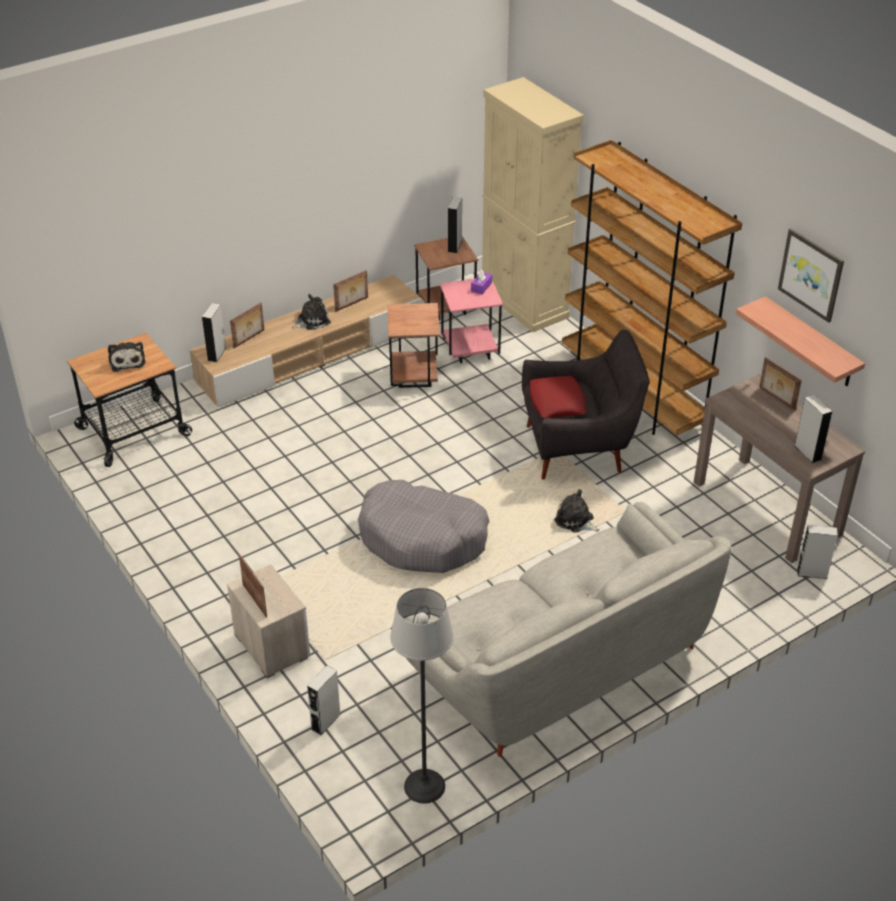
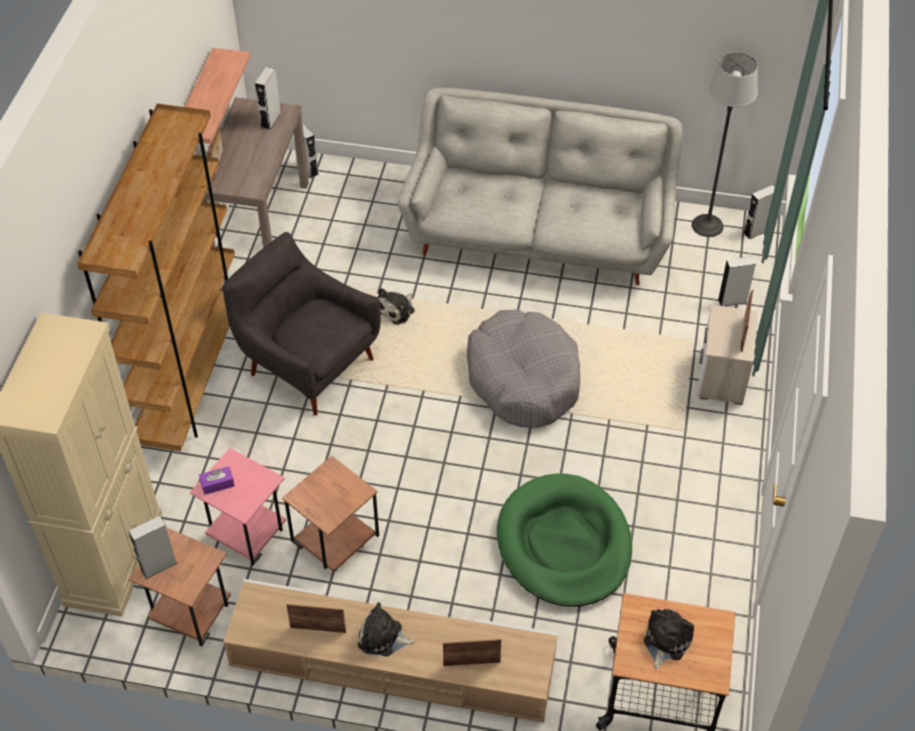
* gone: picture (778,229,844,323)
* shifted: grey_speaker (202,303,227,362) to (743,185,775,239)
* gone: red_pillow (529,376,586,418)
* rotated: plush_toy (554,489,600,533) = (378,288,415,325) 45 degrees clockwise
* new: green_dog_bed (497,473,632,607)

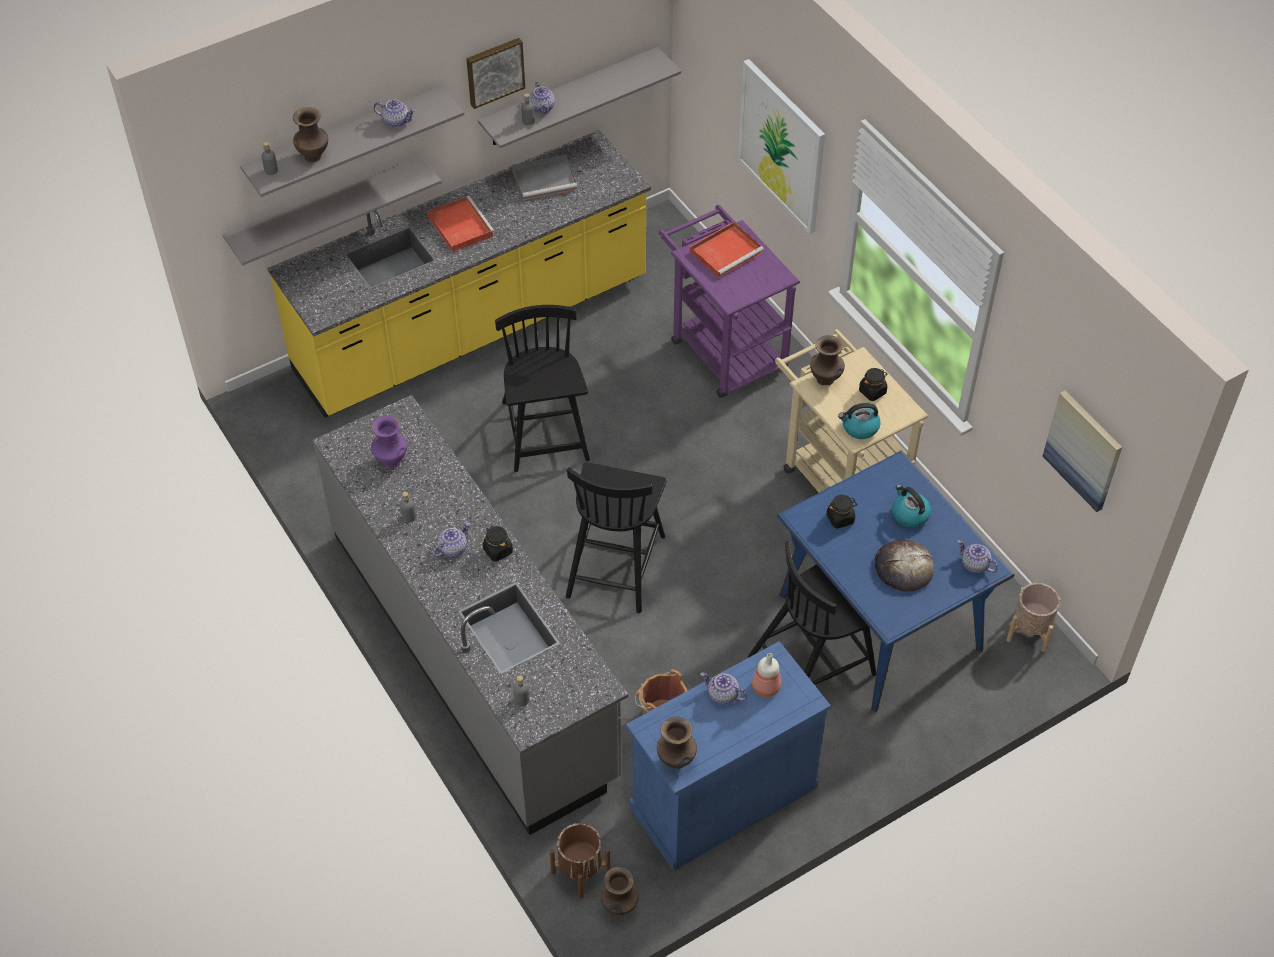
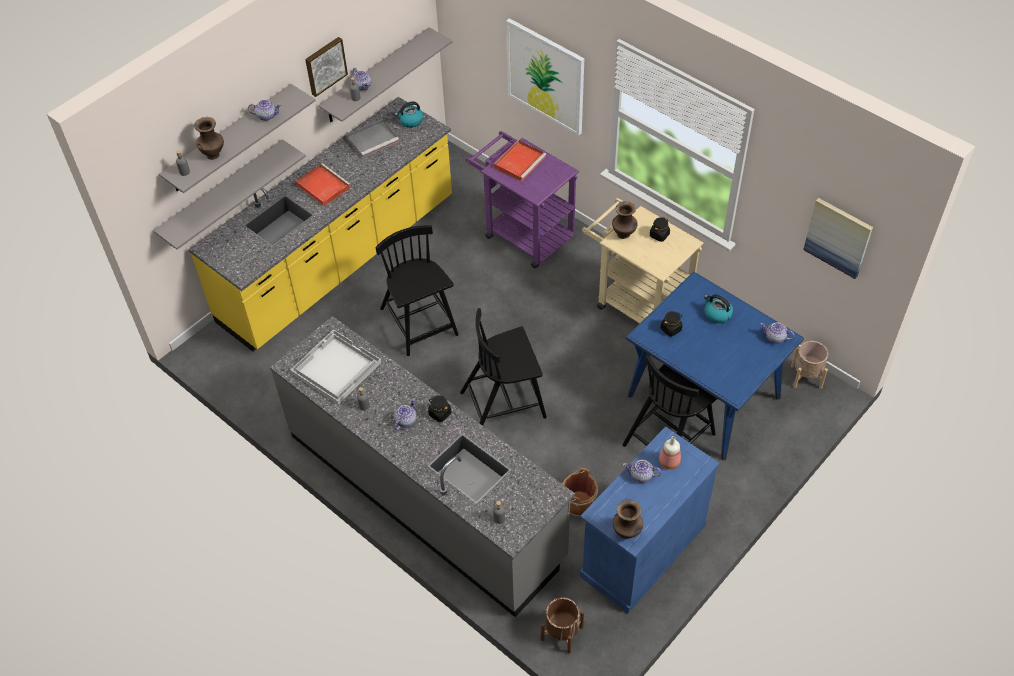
* shifted: kettle (838,403,880,439) to (395,101,423,128)
* swapped: purple_vase (371,415,407,468) to white_tray (290,329,381,405)
* rotated: black_chair (566,462,667,613) = (460,308,547,426) 75 degrees clockwise
* gone: bread (875,540,934,592)
* gone: brown_vase (601,867,639,915)

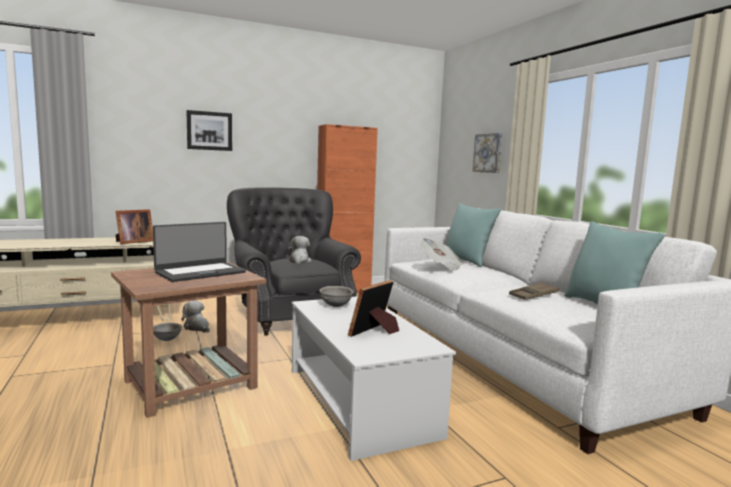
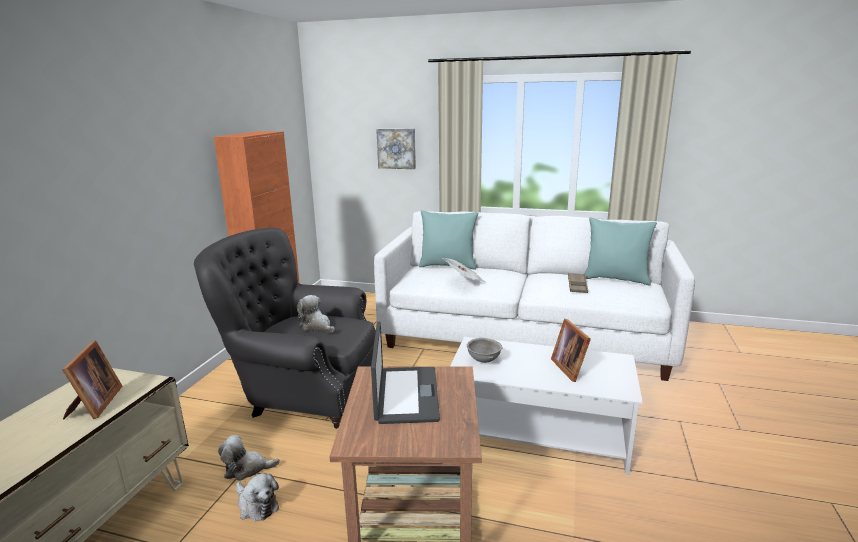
* gone: picture (186,110,232,151)
* swapped: grey_bowl (153,322,182,341) to plush_toy (236,473,279,521)

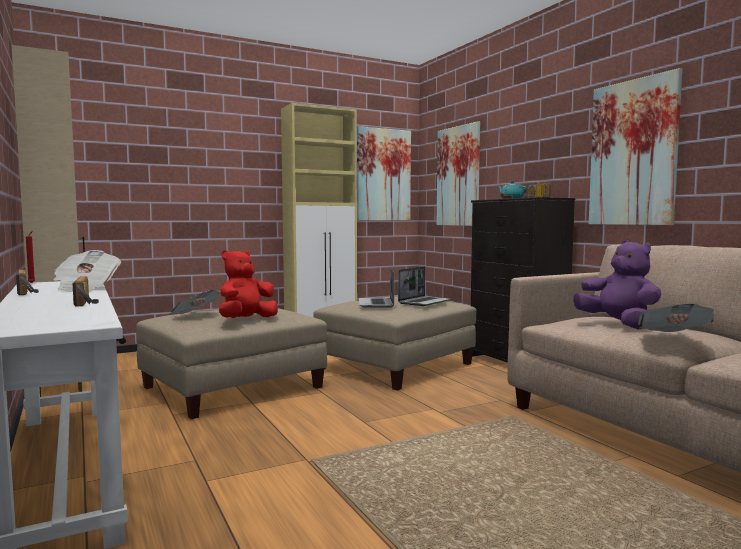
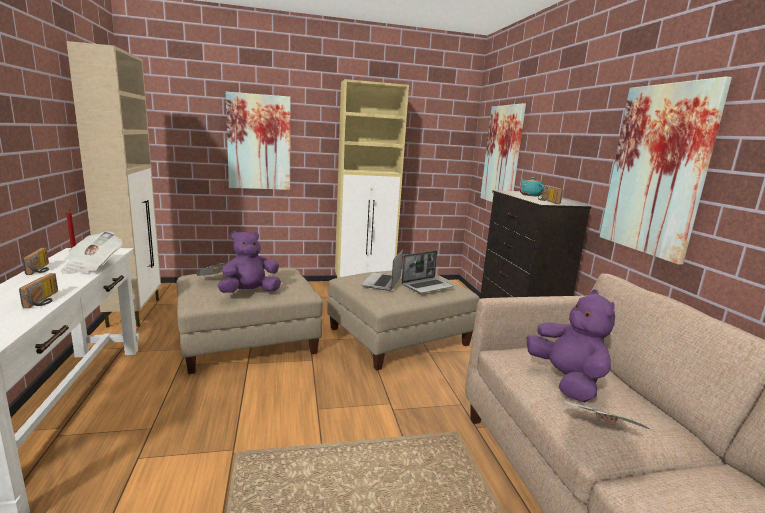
* shifted: picture (357,126,411,221) to (226,92,291,190)
* repainted: red_plush_toy (219,250,278,318) to purple_plush_toy (218,231,281,293)

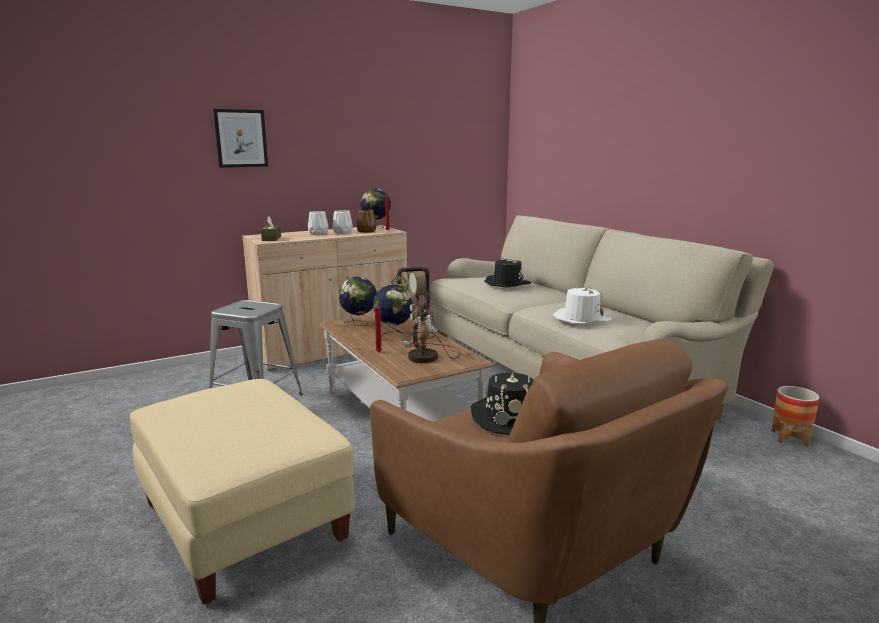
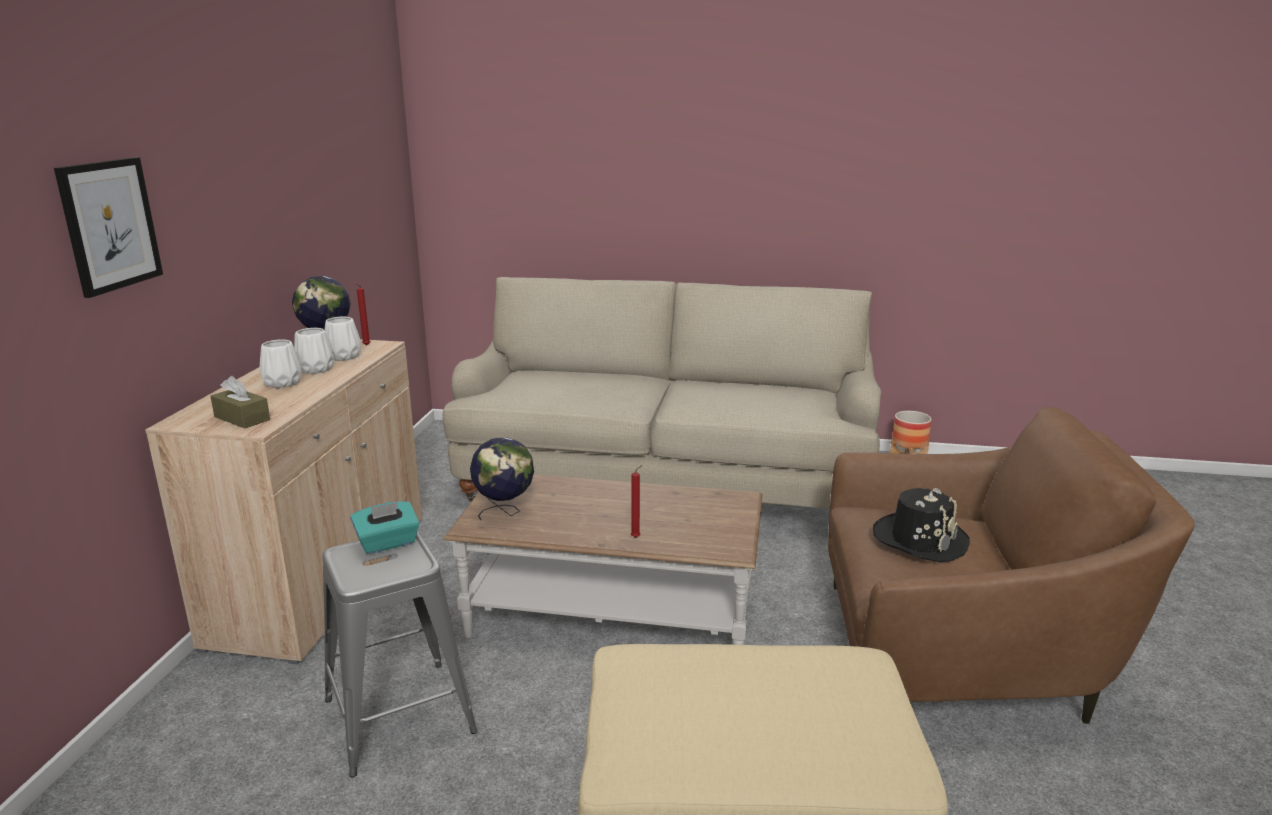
* repainted: brown_vase (356,209,376,233) to white_vase (324,317,361,361)
* gone: black_hat (484,257,531,288)
* gone: table_lamp (389,267,460,363)
* gone: globe (373,284,414,340)
* gone: white_hat (552,285,612,324)
* new: turquoise_tissue_box (350,501,420,554)

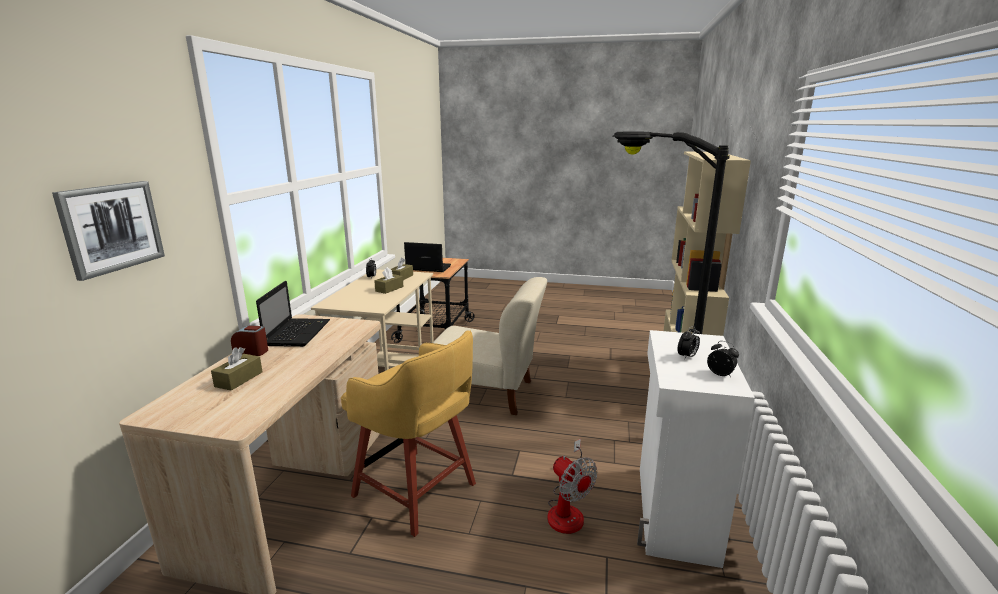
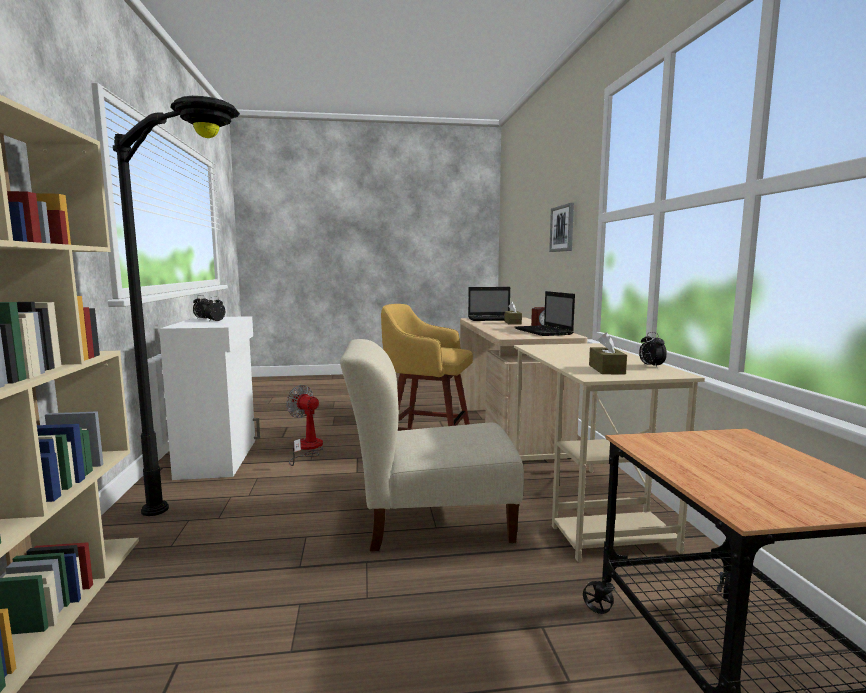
* shifted: laptop (404,242,451,272) to (468,287,510,321)
* gone: brown_tissue_box (374,267,403,294)

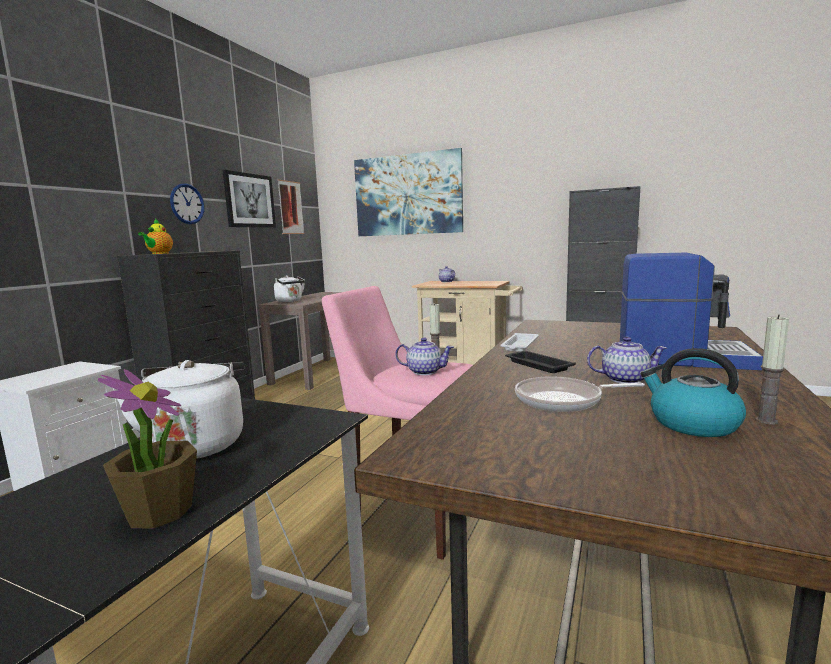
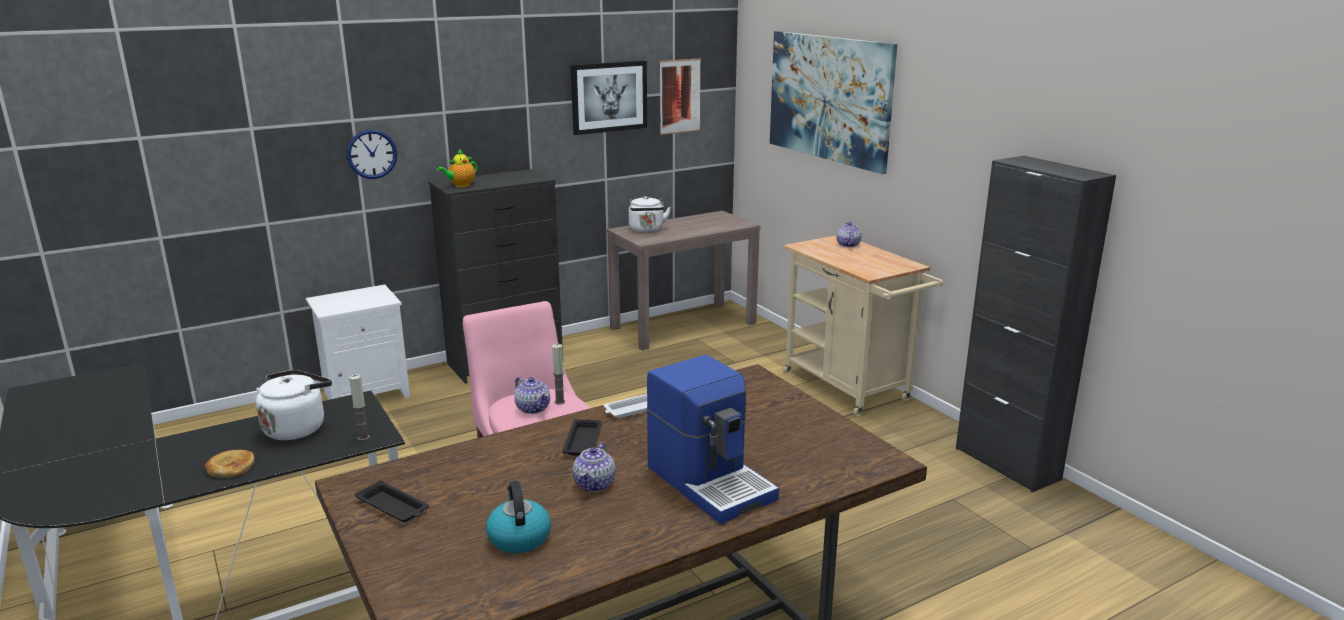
* shifted: wall_clock (170,183,204,224) to (347,129,397,179)
* shifted: candle (755,315,789,424) to (349,375,370,441)
* rotated: teapot (587,337,667,384) = (573,442,616,492) 60 degrees clockwise
* swapped: potted_plant (98,369,197,528) to bread (205,450,254,478)
* gone: frying_pan (515,376,645,412)
* new: black_tray (355,480,429,522)

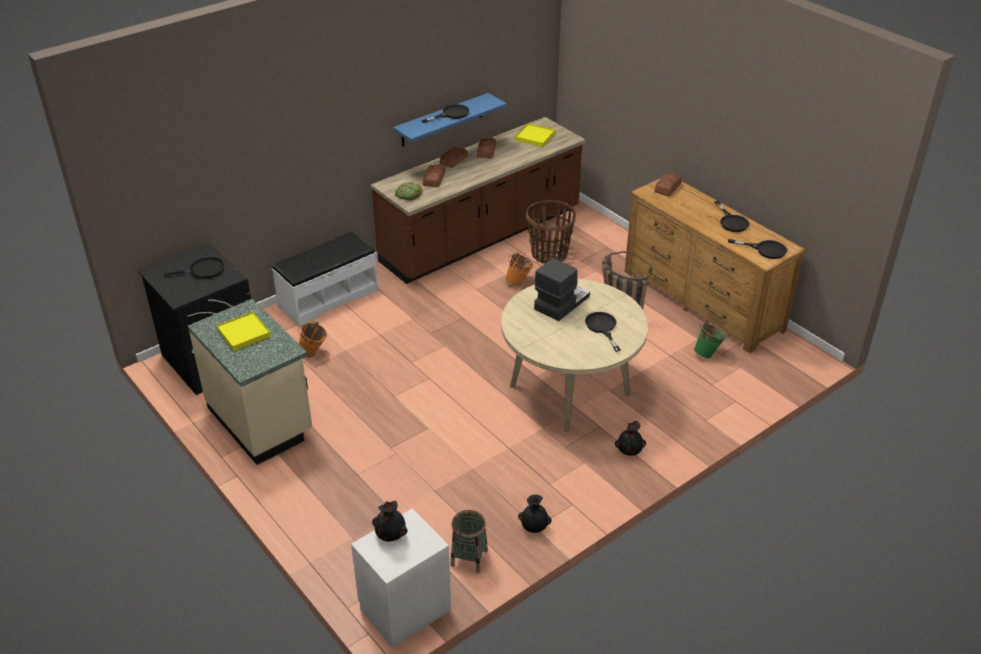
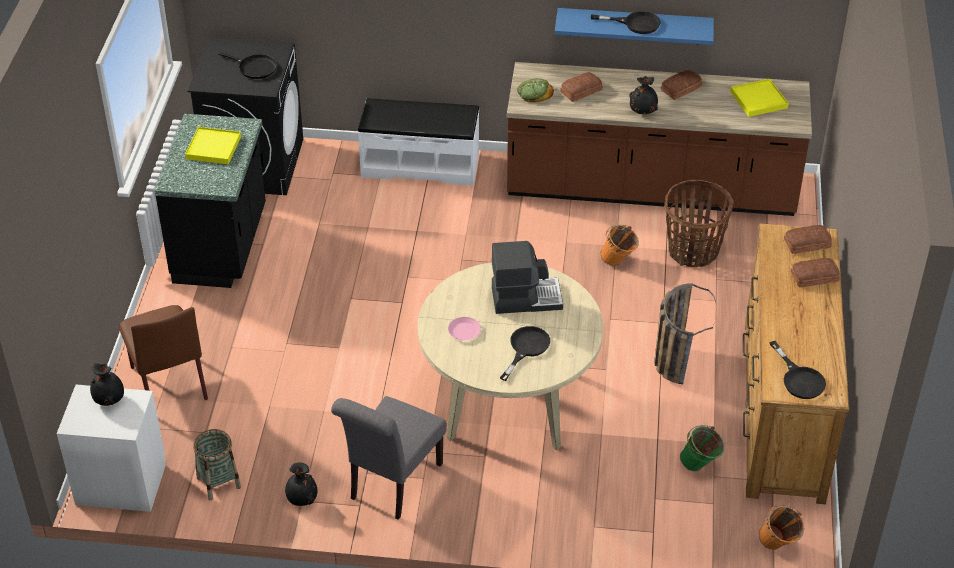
* shifted: bread (440,146,468,168) to (791,258,840,287)
* gone: black_frying_pan (714,201,749,232)
* repainted: beige_counter (188,299,312,465) to black_counter (154,114,266,288)
* shifted: orange_bucket (298,322,327,357) to (758,505,804,550)
* shifted: black_vase (615,421,646,456) to (629,76,658,114)
* new: brown_chair (119,305,208,400)
* new: pink_plate (448,317,481,340)
* new: grey_chair (331,396,447,520)

